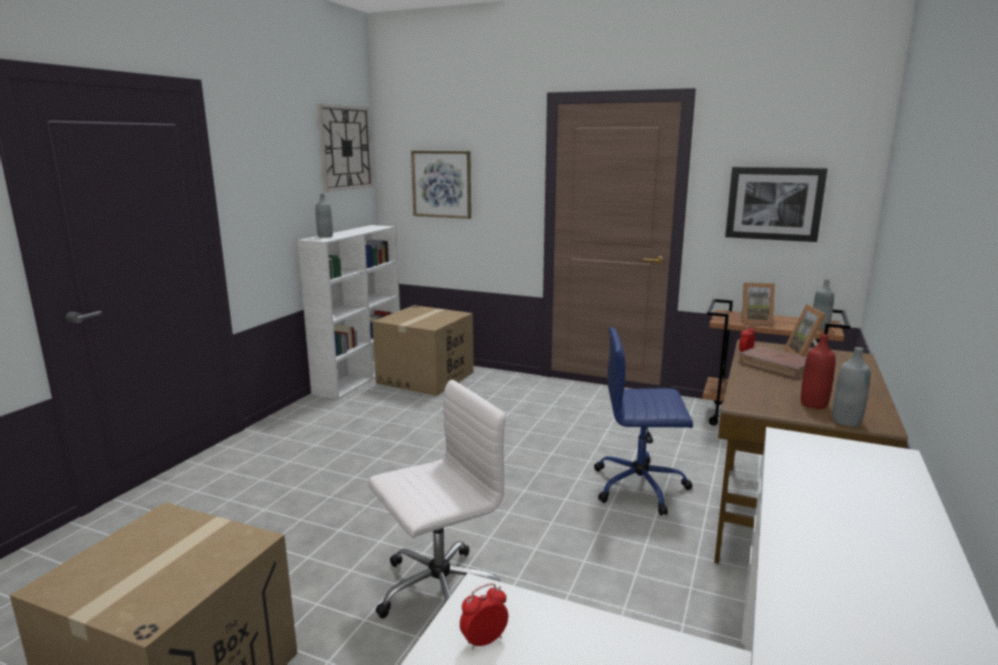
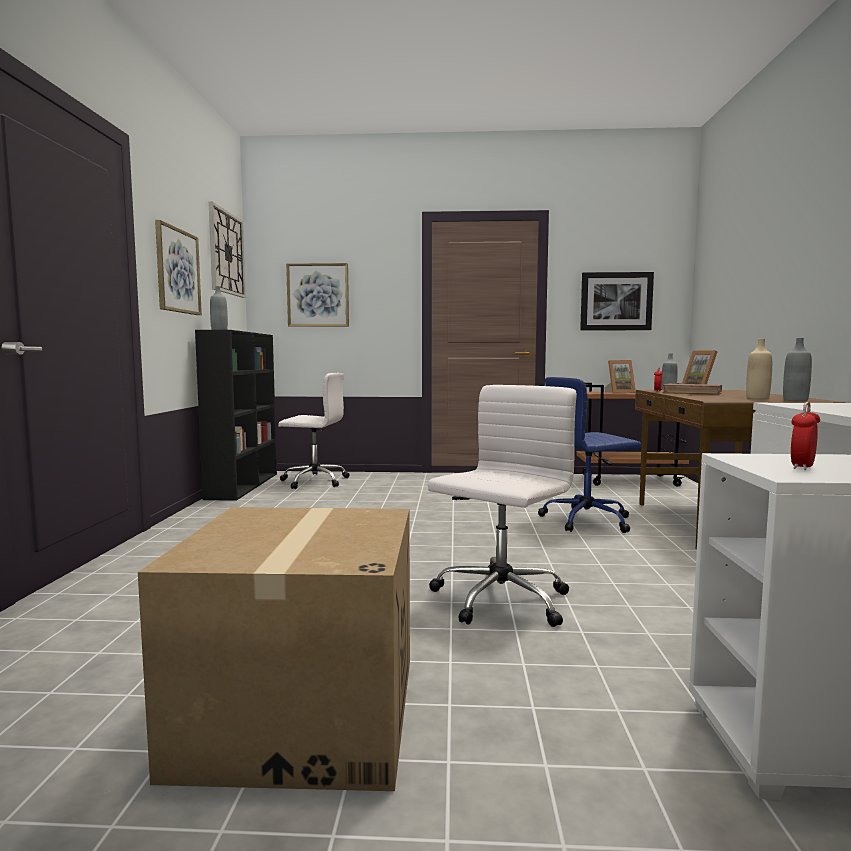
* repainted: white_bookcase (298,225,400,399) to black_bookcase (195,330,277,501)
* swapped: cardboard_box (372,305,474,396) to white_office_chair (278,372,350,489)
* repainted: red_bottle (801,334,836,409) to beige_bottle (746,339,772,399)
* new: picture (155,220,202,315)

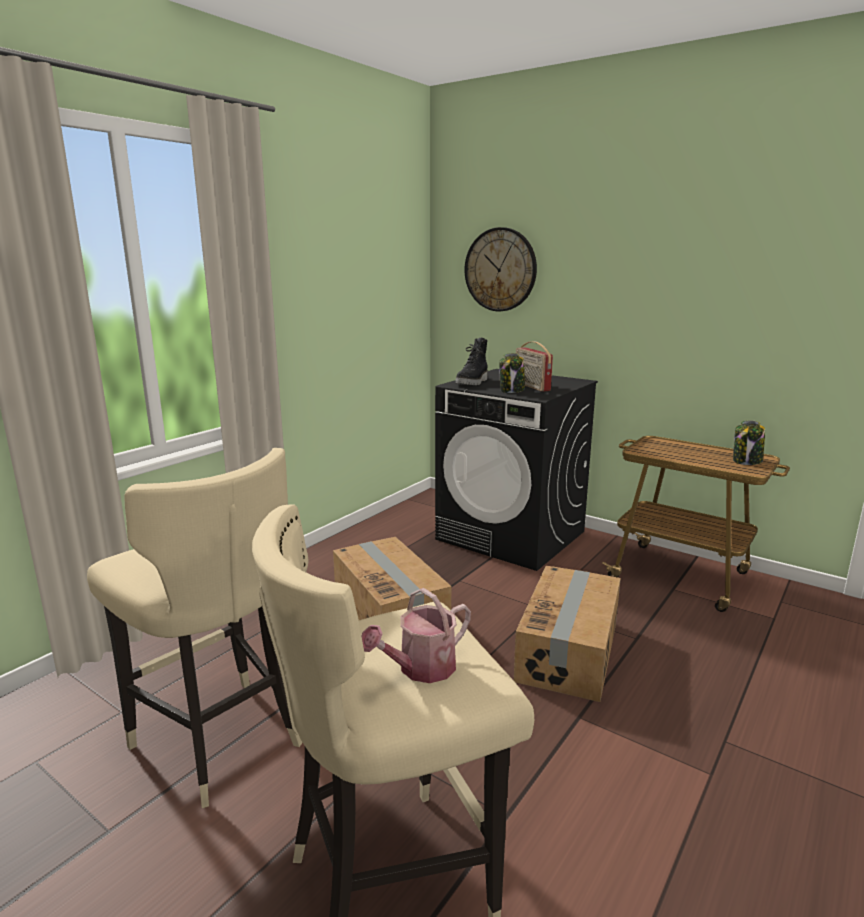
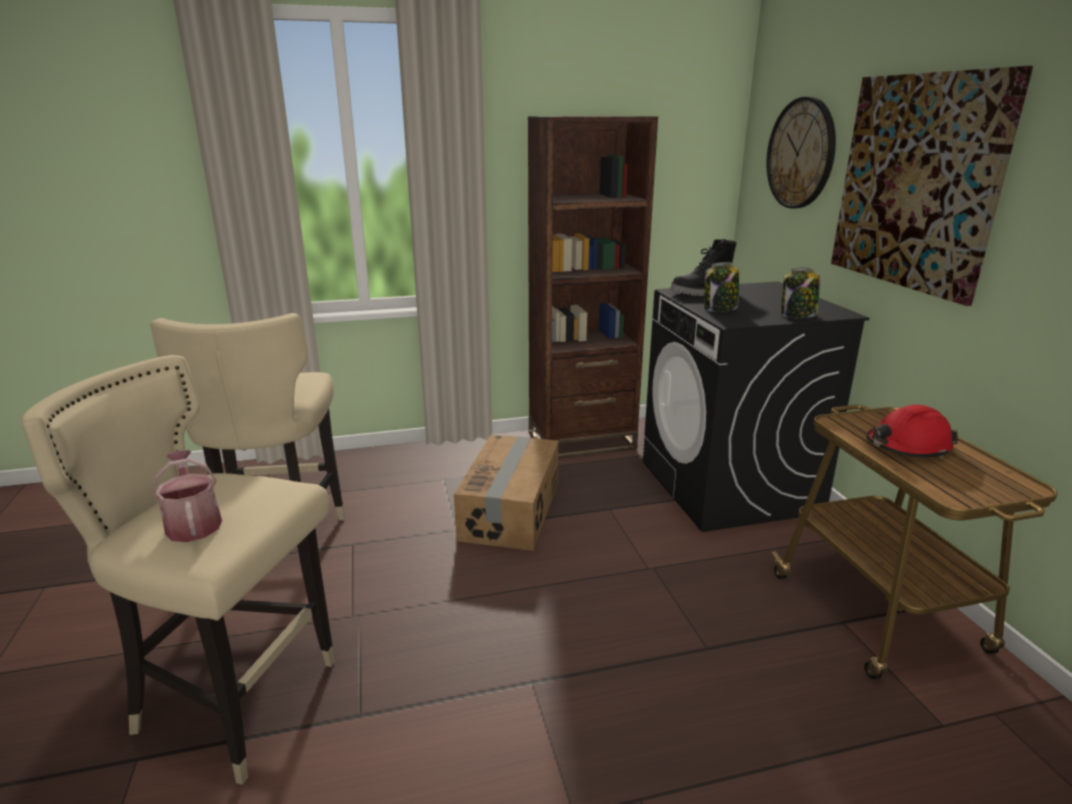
* gone: radio (516,342,553,392)
* shifted: jar (733,421,765,465) to (781,267,820,318)
* gone: cardboard_box (514,566,621,702)
* rotated: watering_can (361,588,471,683) = (152,450,222,542) 60 degrees clockwise
* new: picture (831,66,1033,306)
* new: brown_bookcase (528,116,658,459)
* new: red_hard_hat (866,405,958,458)

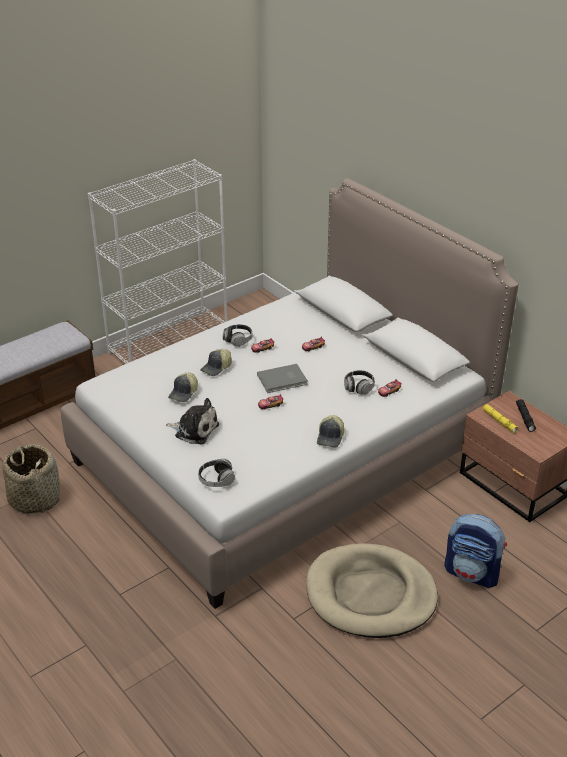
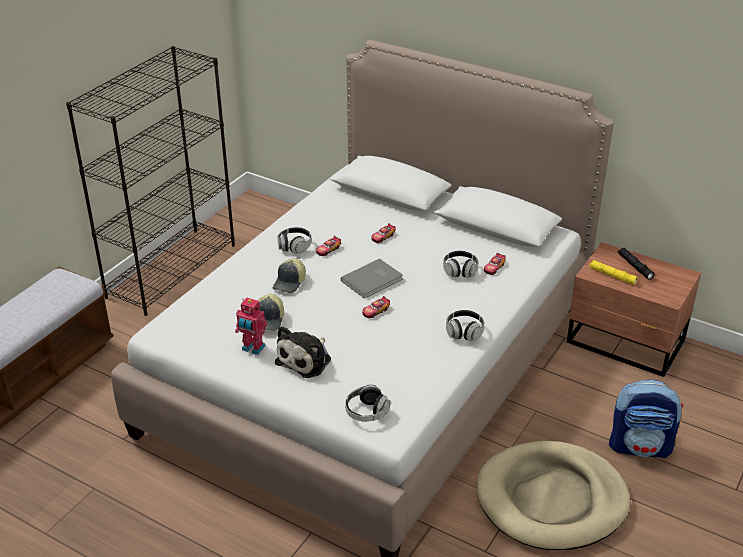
* repainted: white_bookcase (88,159,227,364) to black_bookcase (66,46,235,316)
* rotated: plush_toy (166,398,219,444) = (275,326,331,378) 120 degrees clockwise
* swapped: cap (317,415,344,447) to headphones (446,310,484,341)
* gone: basket (2,444,60,514)
* new: toy_robot (235,298,267,355)

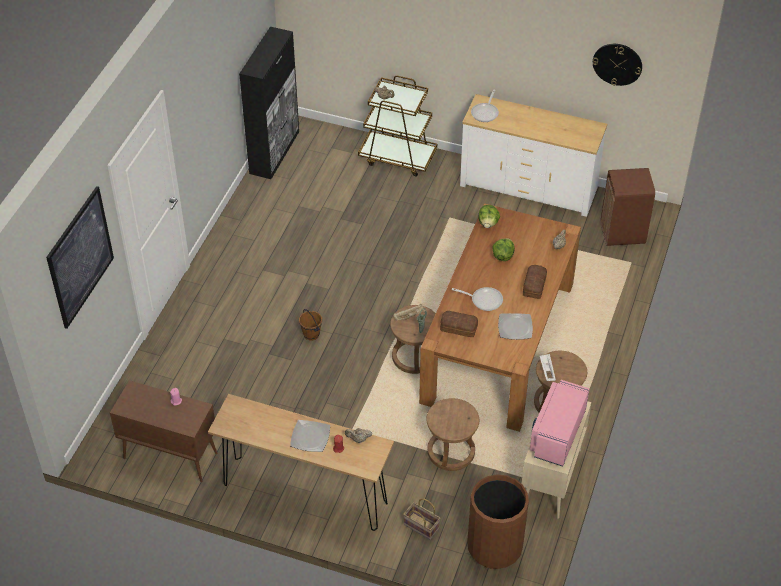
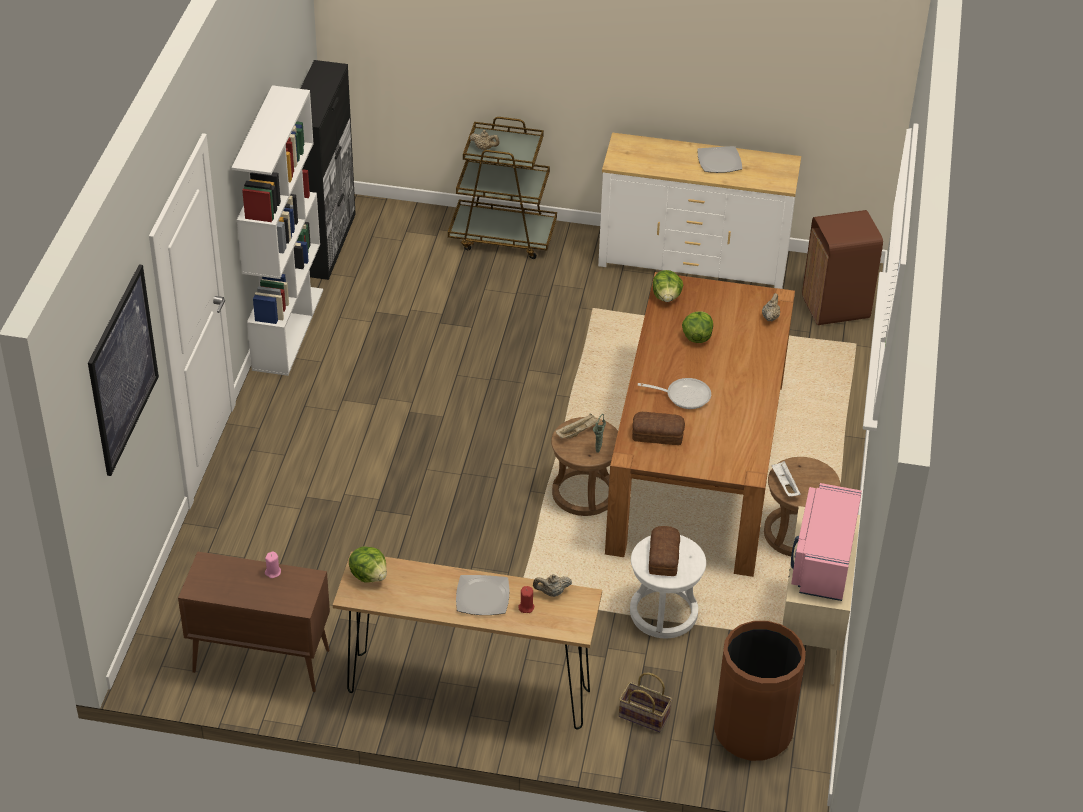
* gone: wall_clock (593,44,642,86)
* gone: frying_pan (471,90,499,122)
* shifted: bread (523,265,547,299) to (649,526,680,576)
* gone: brown_bucket (299,309,322,341)
* shifted: plate (498,313,533,340) to (697,146,742,173)
* repainted: brown_stool (426,398,479,471) to white_stool (630,535,706,638)
* new: white_bookcase (231,85,323,376)
* new: lettuce (349,546,387,583)

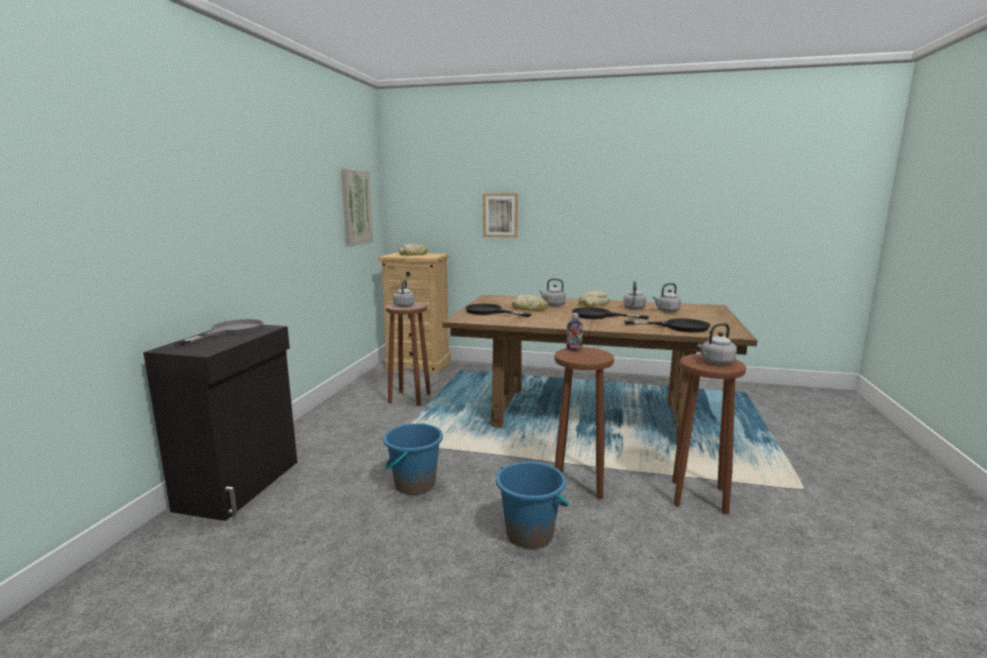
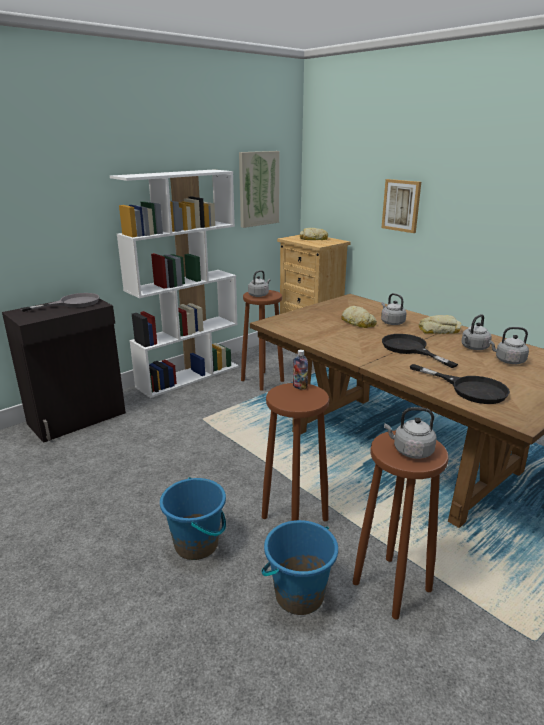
* gone: black_frying_pan (465,304,531,317)
* shifted: blue_bucket (383,423,443,495) to (261,520,338,615)
* new: white_bookcase (110,169,239,398)

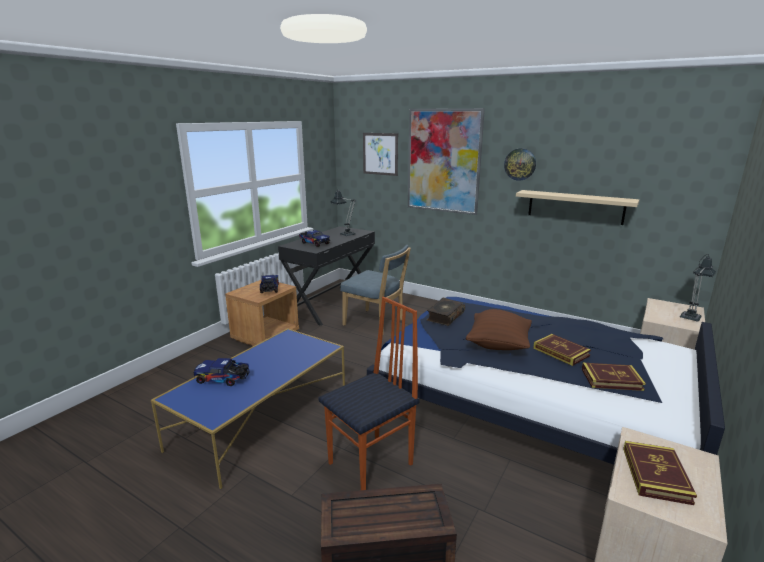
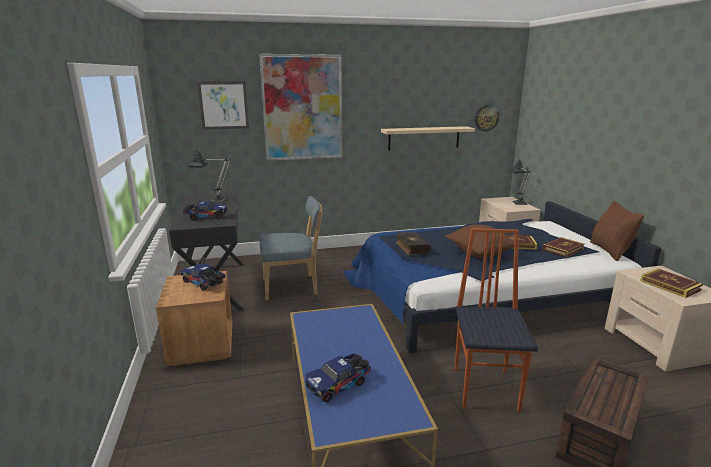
* shifted: wall_clock (504,148,536,181) to (474,105,499,132)
* new: brown_pillow (590,201,644,261)

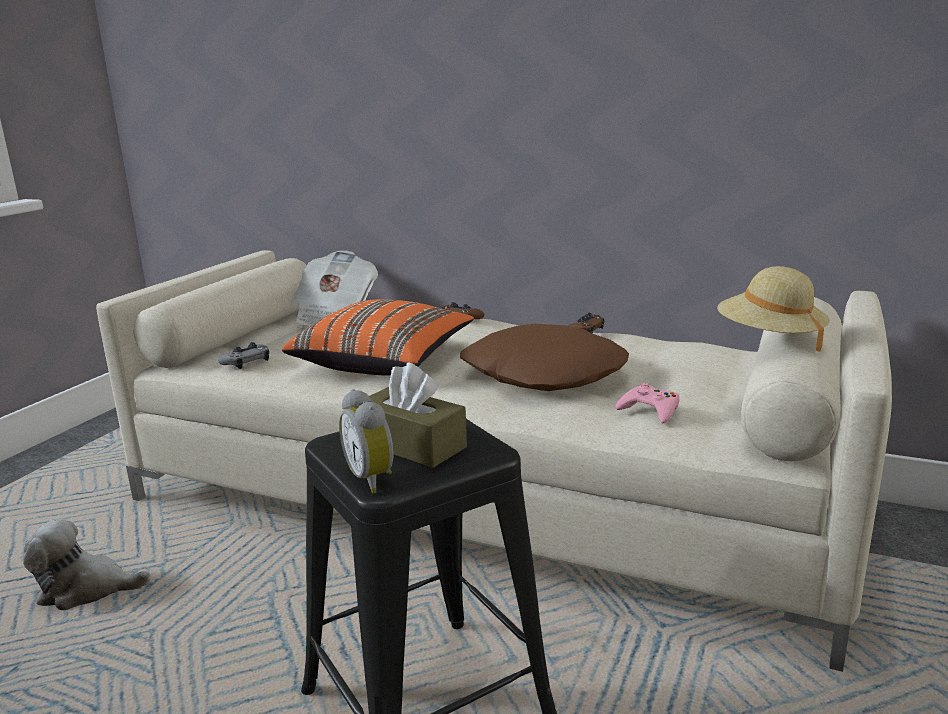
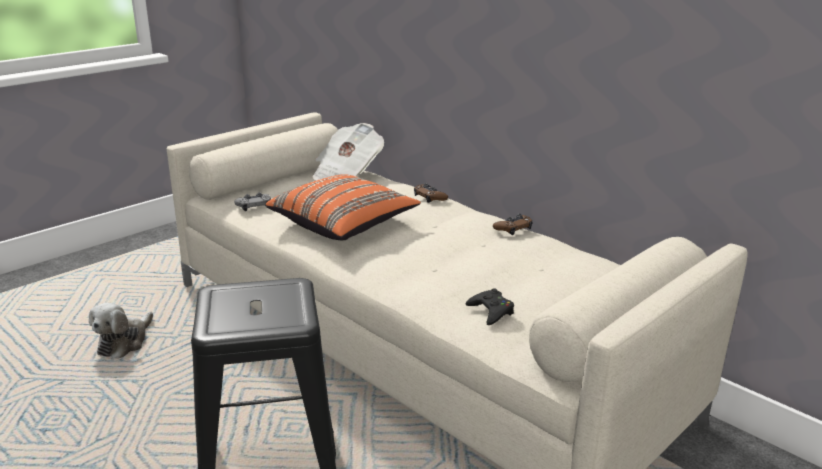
* gone: beige_hat (717,266,830,352)
* gone: brown_pillow (460,323,629,391)
* gone: brown_tissue_box (369,363,467,468)
* repainted: pink_game_controller (615,383,679,423) to black_game_controller (465,288,514,325)
* gone: alarm_clock (339,389,394,494)
* rotated: plush_toy (23,519,151,610) = (89,303,153,358) 90 degrees counterclockwise

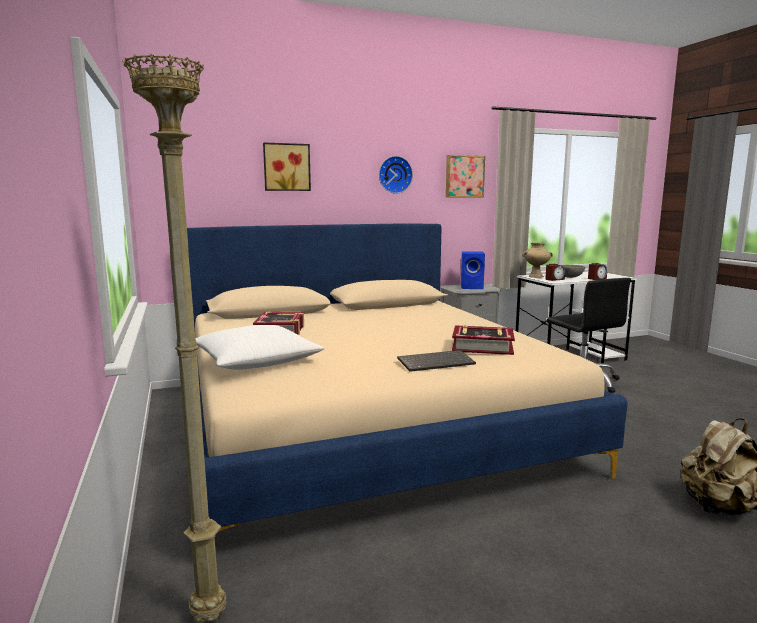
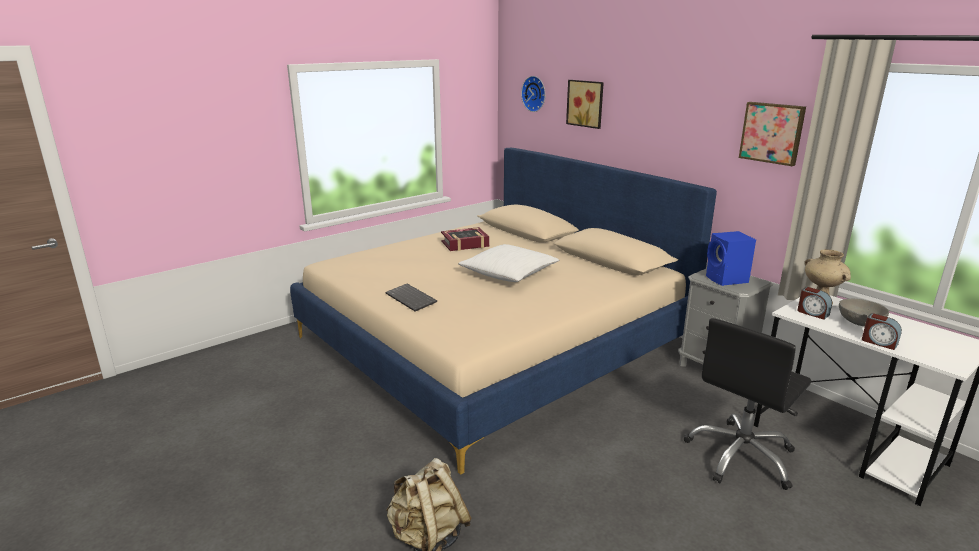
* gone: beige_floor_lamp (122,53,226,623)
* shifted: wall_clock (379,156,413,194) to (521,76,546,112)
* shifted: white_pillow (195,325,324,370) to (458,244,559,282)
* gone: book (452,325,515,355)

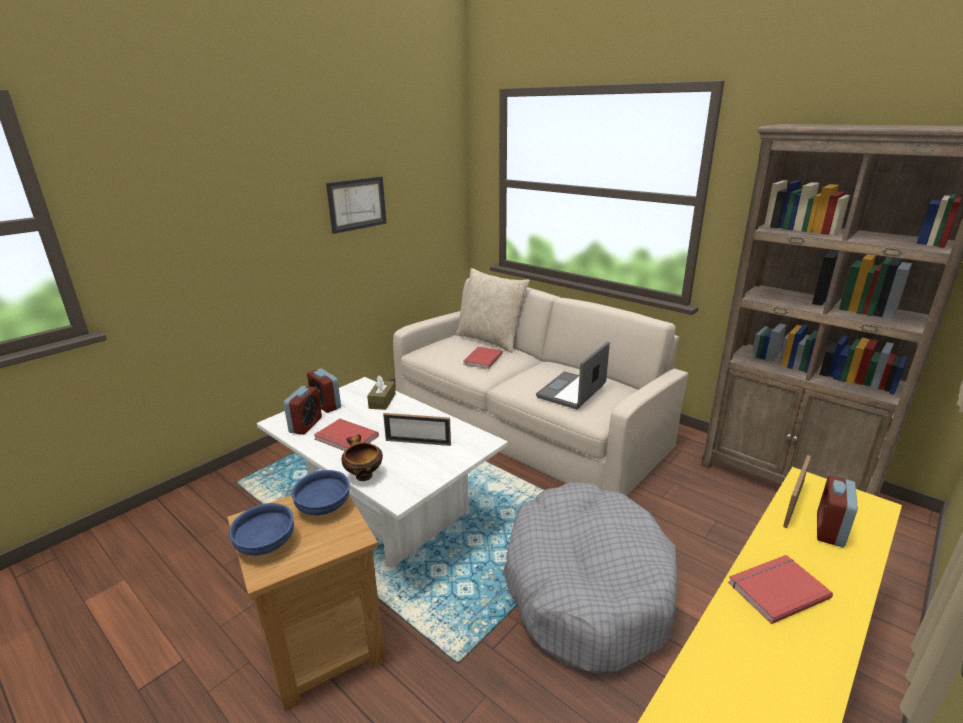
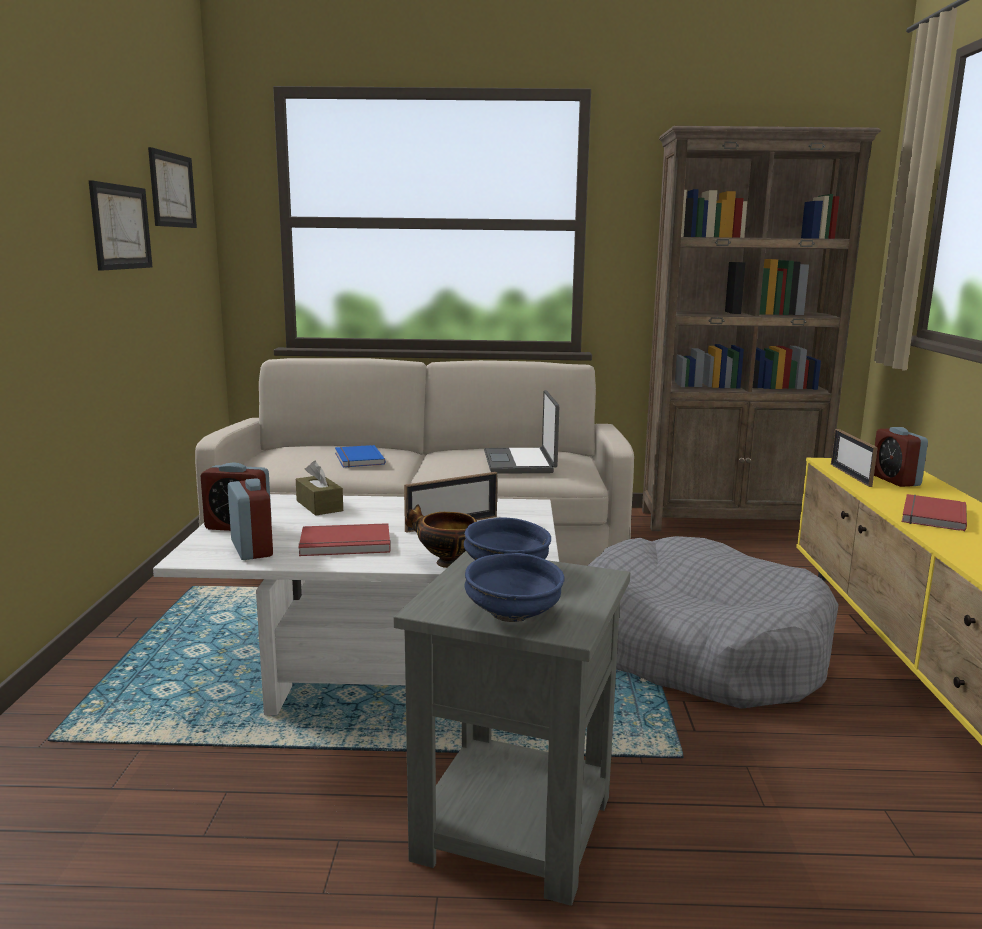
* gone: beige_pillow (456,268,530,353)
* repainted: red_book (463,347,503,369) to blue_book (335,445,385,468)
* repainted: brown_side_table (227,495,385,712) to grey_side_table (393,551,630,906)
* new: picture (148,147,197,228)

